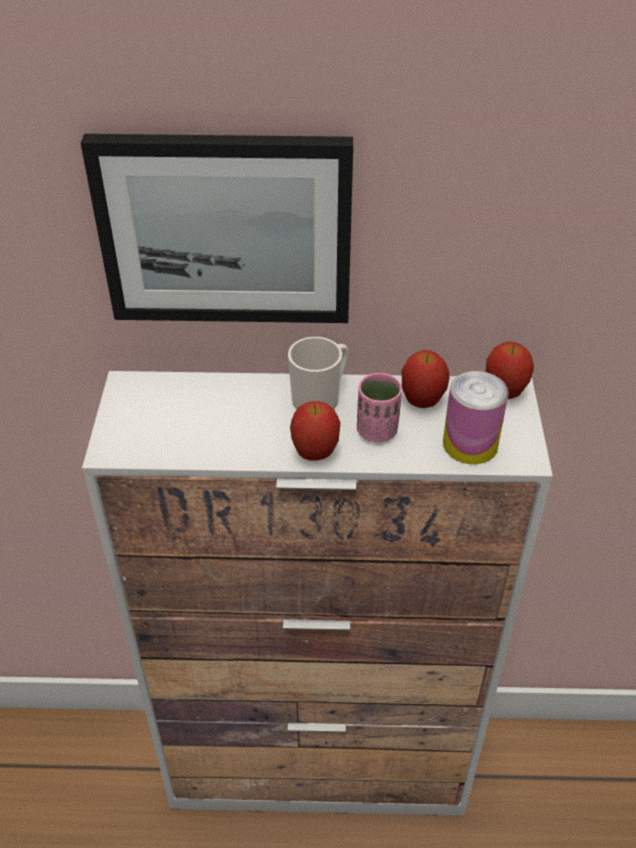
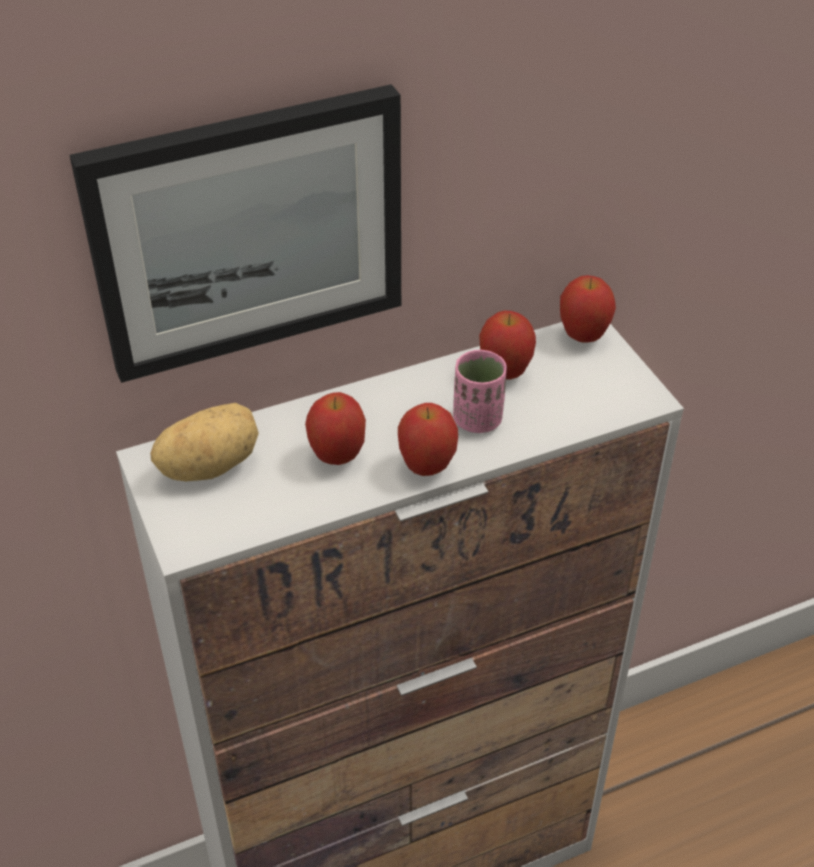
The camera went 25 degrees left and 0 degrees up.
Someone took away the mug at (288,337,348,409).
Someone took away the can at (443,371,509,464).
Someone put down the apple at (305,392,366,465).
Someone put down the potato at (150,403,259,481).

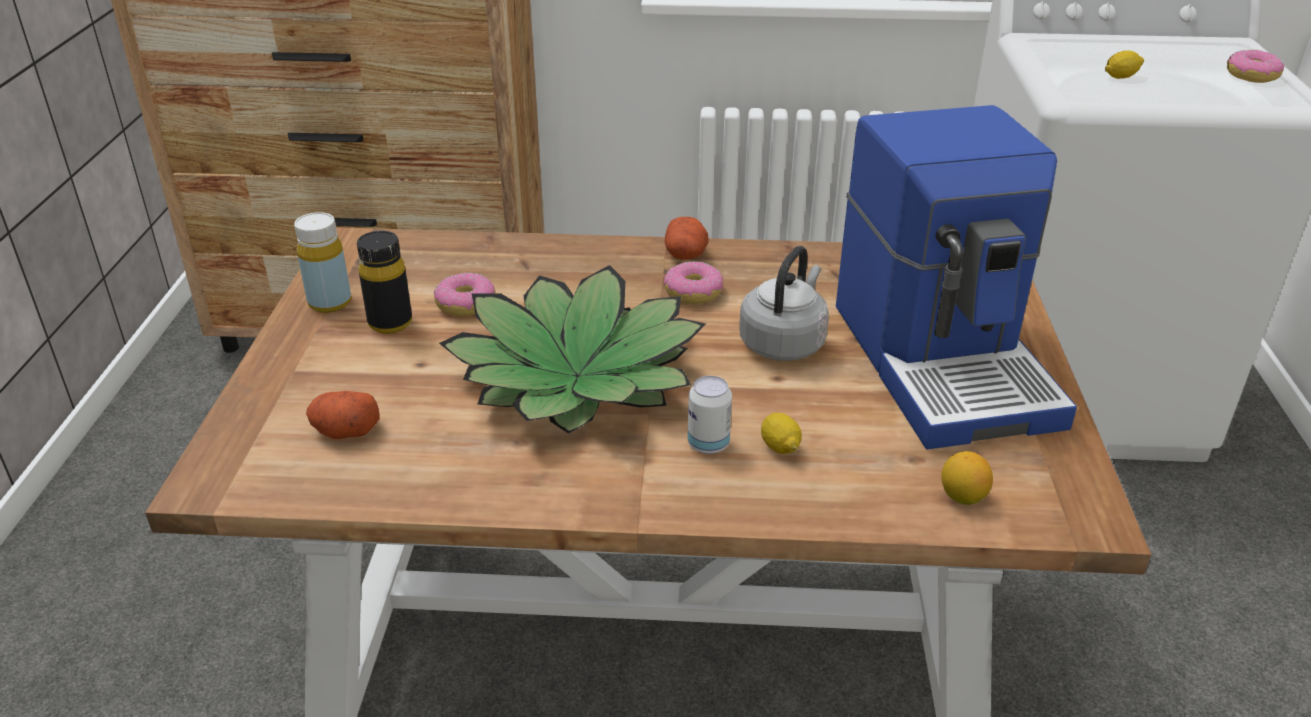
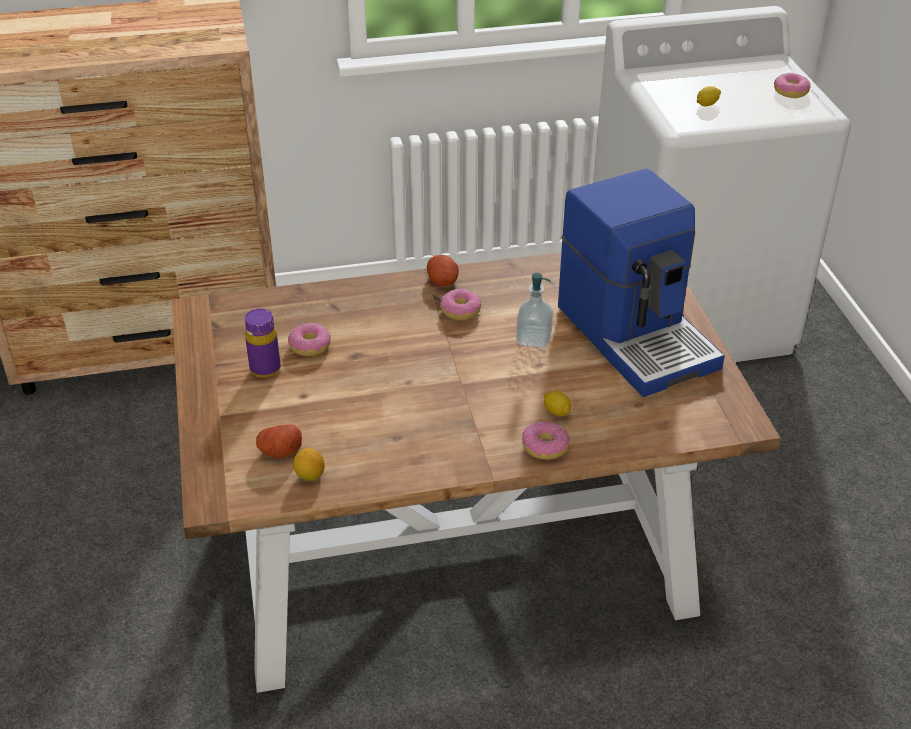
The camera went 15 degrees left and 5 degrees up.
Someone took away the yellow bottle at (294,212,351,313).
Someone repainted the black bottle at (357,231,412,334), which became the purple bottle at (245,309,281,378).
Someone swapped the grey kettle at (739,246,829,361) for the soap dispenser at (516,273,553,348).
Someone took away the potted plant at (439,265,706,434).
Someone took away the can at (688,376,732,454).
Someone carried the lemon from (941,451,993,505) to (293,448,325,481).
Someone put down the donut at (522,421,570,460).

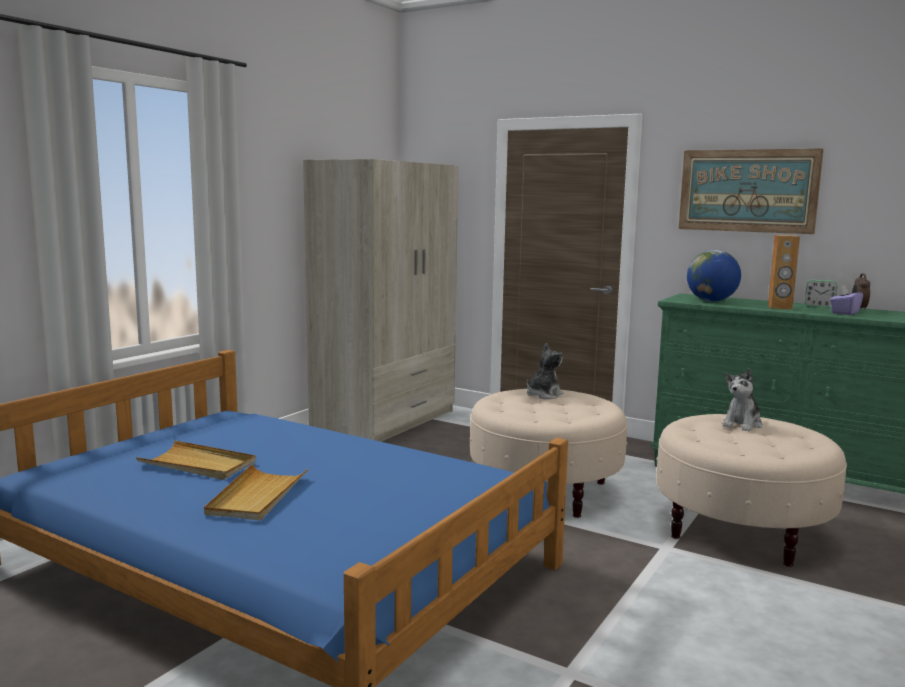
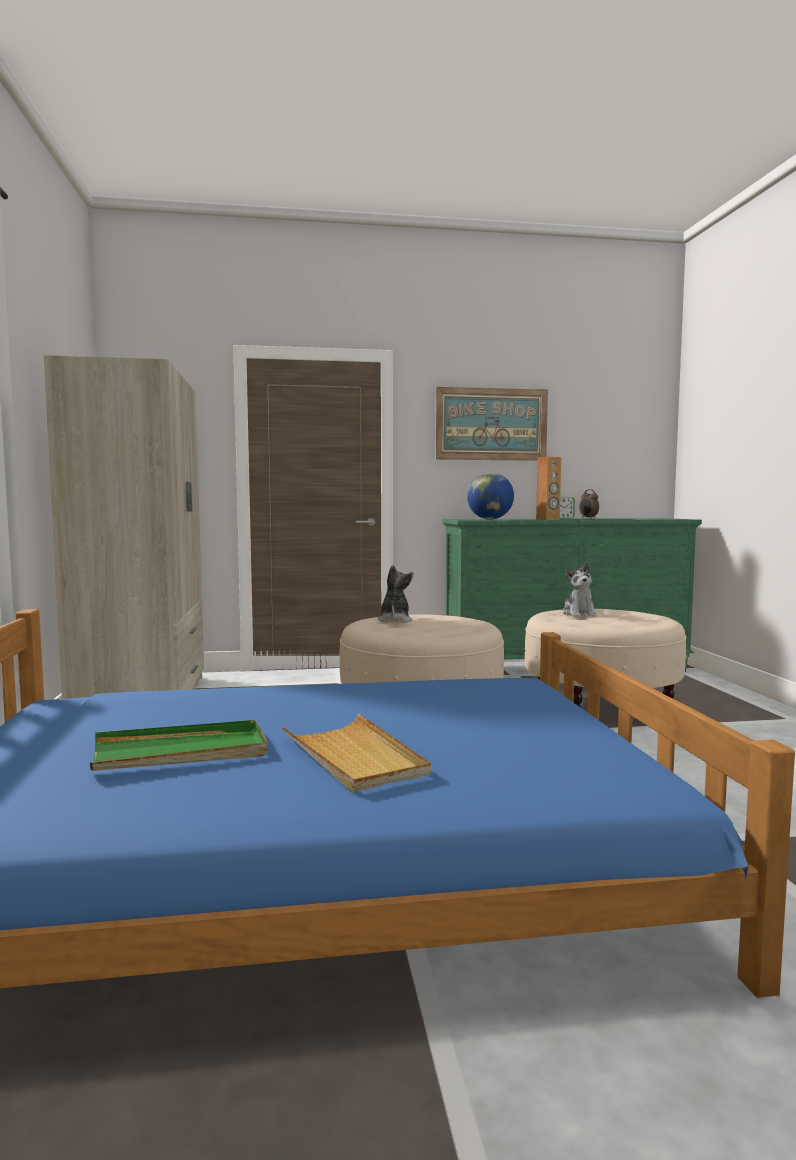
The camera went 40 degrees left and 5 degrees down.
Someone took away the purple tissue box at (830,285,863,315).
Someone repainted the beige tray at (136,440,256,480), which became the green tray at (90,720,268,771).

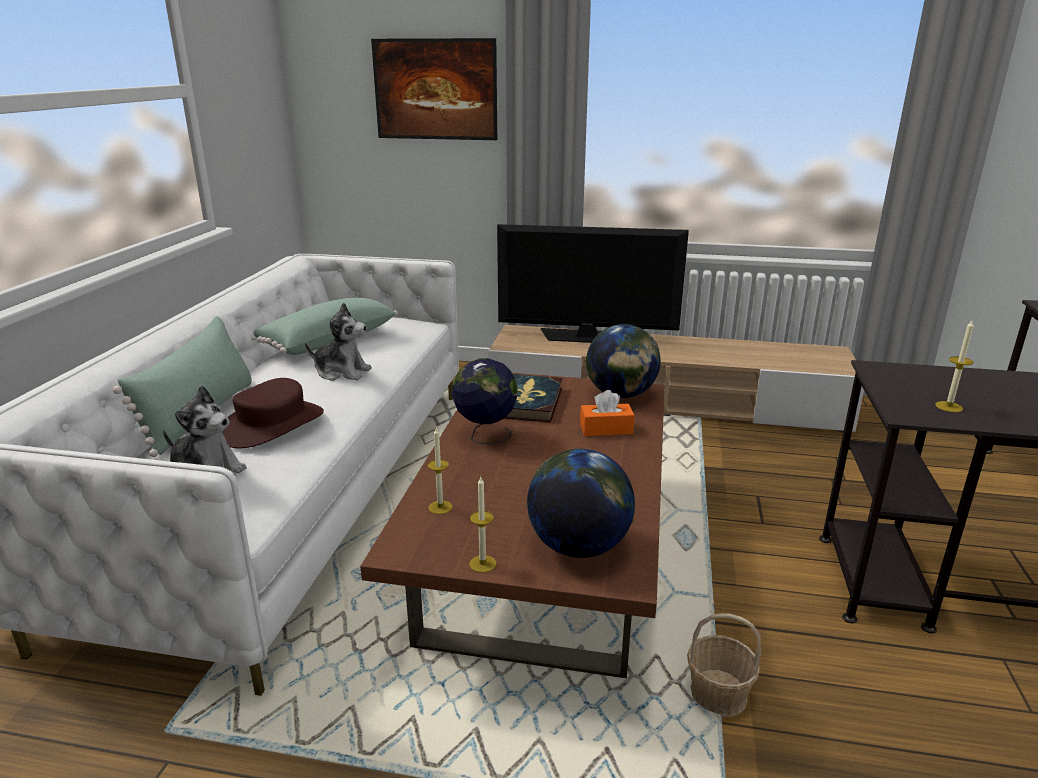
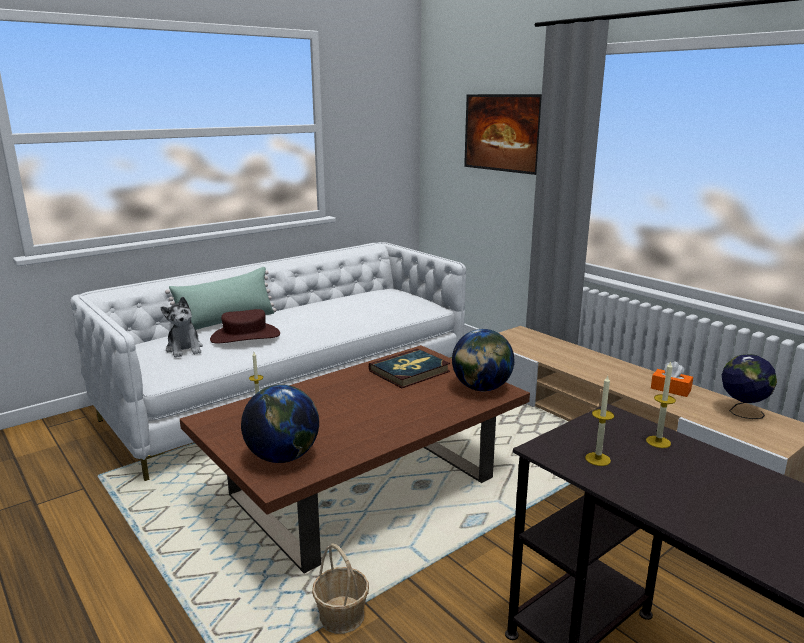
The camera went 40 degrees right and 5 degrees down.
Someone took away the television at (497,224,689,343).
Someone took away the green pillow at (251,297,398,355).
Someone took away the plush toy at (305,303,372,381).
Someone carried the globe from (452,358,518,444) to (722,354,777,419).
Someone carried the orange tissue box from (580,390,635,436) to (651,362,693,397).
Someone carried the candle from (469,477,496,573) to (646,361,676,448).

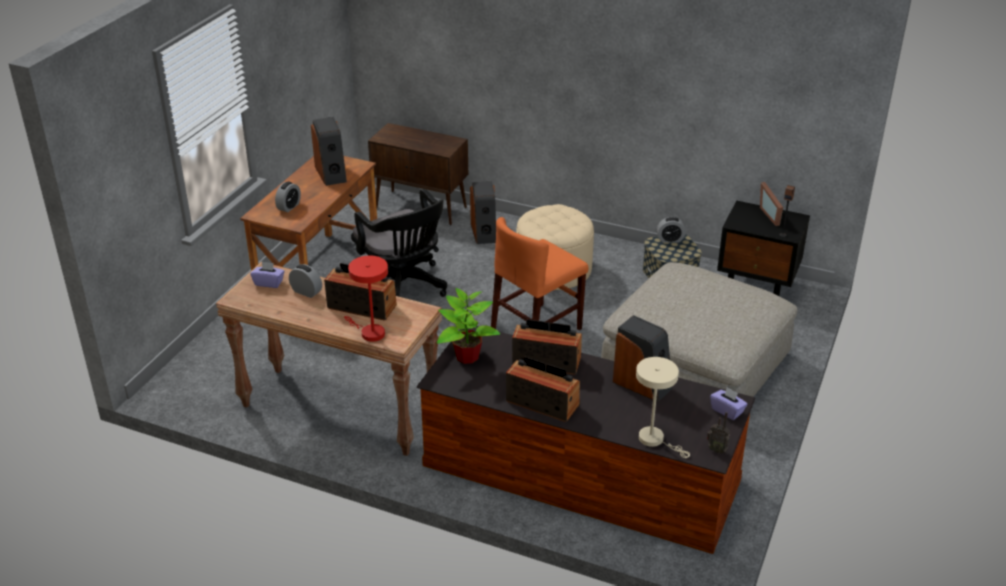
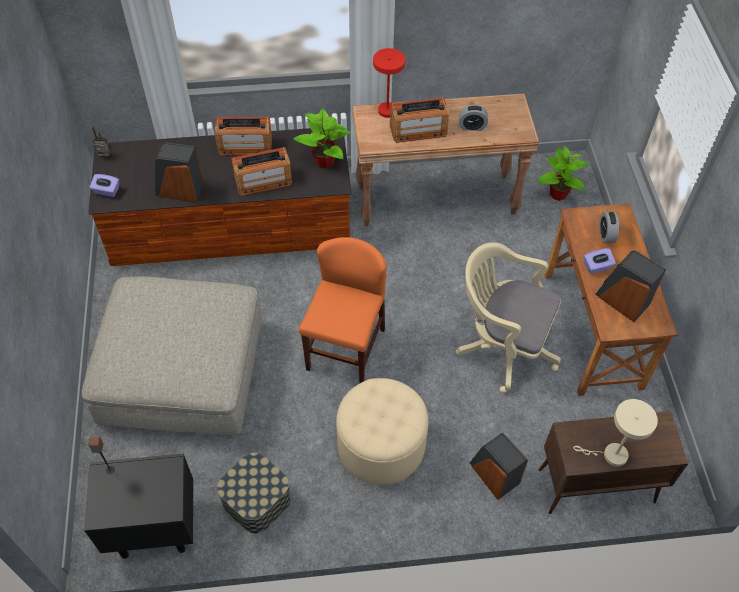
The camera went 150 degrees right and 20 degrees up.
Someone took away the picture frame at (760,182,783,226).
Someone repainted the black office chair at (351,189,447,297), which became the beige office chair at (456,242,561,393).
Someone took away the alarm clock at (657,217,685,242).
Someone carried the purple tissue box from (250,262,285,288) to (584,248,616,274).
Someone carried the beige table lamp from (636,357,690,458) to (573,399,658,466).
Someone put down the potted plant at (537,146,589,201).

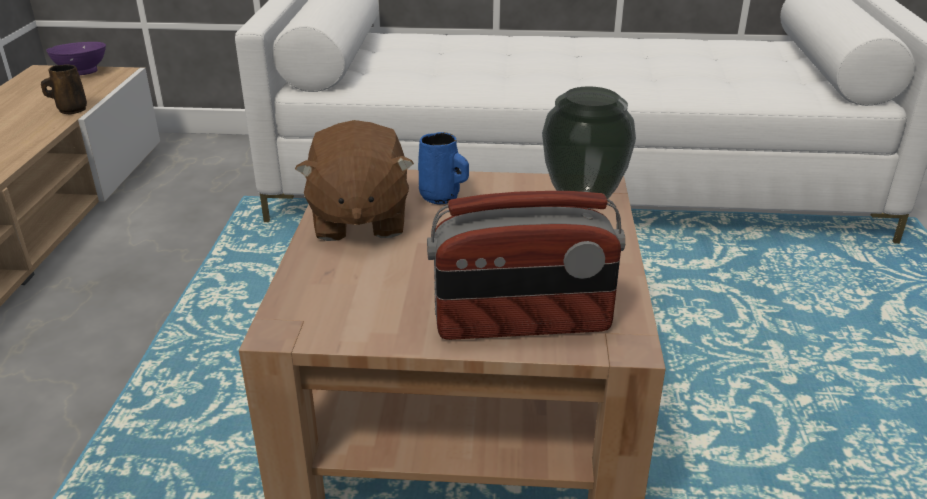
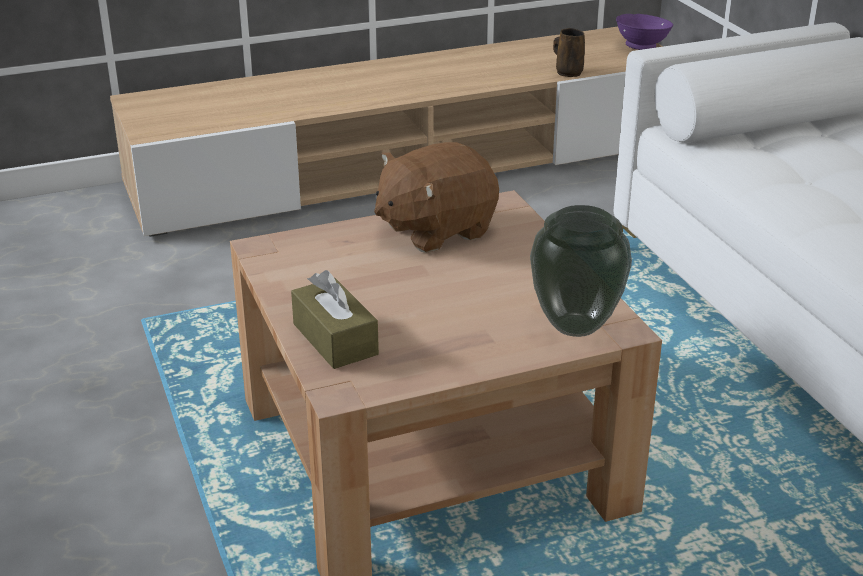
The camera went 65 degrees right and 0 degrees up.
Someone took away the blue mug at (418,132,469,204).
Someone swapped the radio at (427,191,625,340) for the brown tissue box at (291,270,379,369).

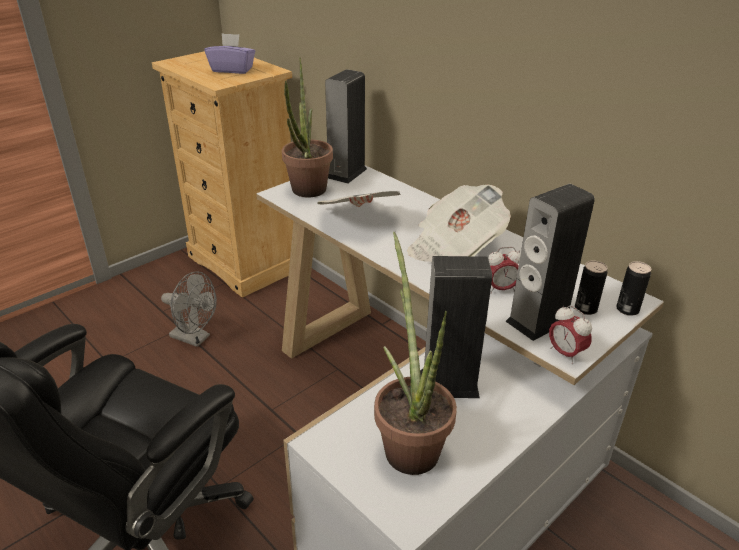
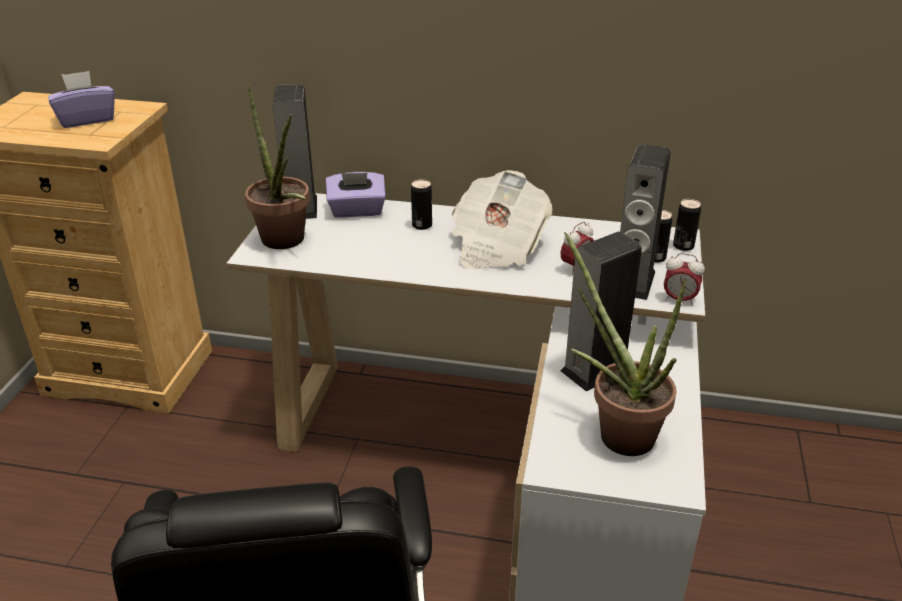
The camera went 35 degrees left and 0 degrees up.
Someone took away the newspaper at (317,191,400,207).
Someone took away the grey fan at (161,271,217,347).
Someone put down the purple tissue box at (326,172,386,218).
Someone put down the can at (411,179,432,230).

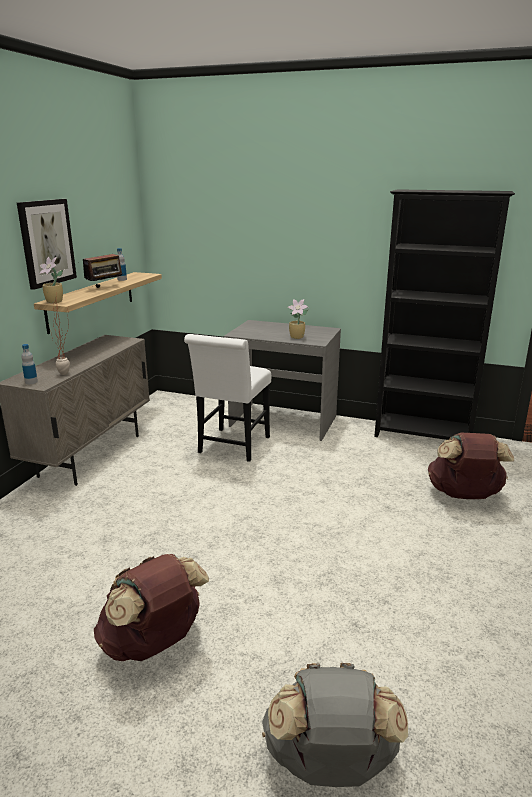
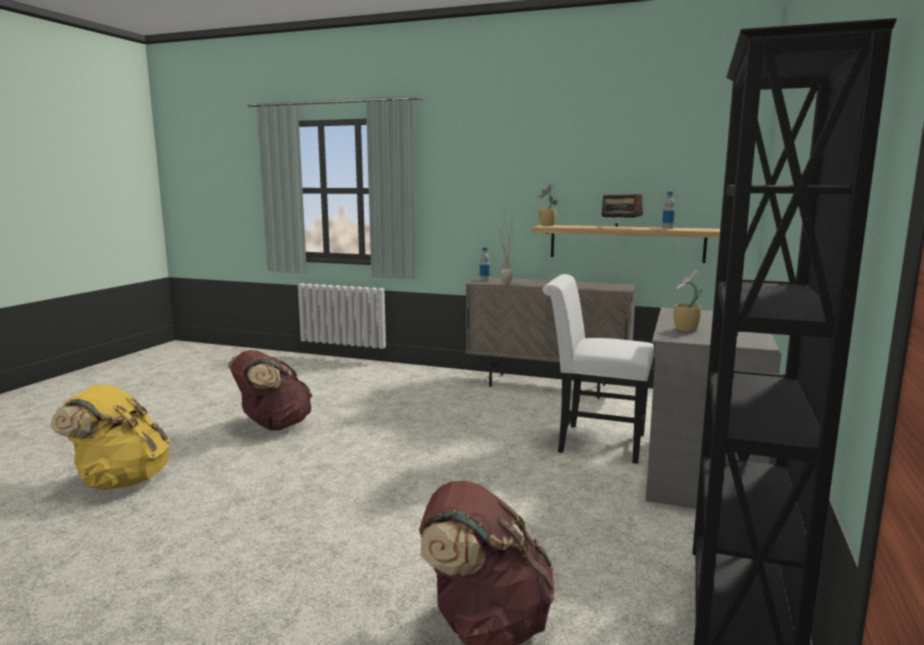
The camera went 90 degrees right and 10 degrees down.
Someone took away the picture at (17,199,77,290).
Someone repainted the grey backpack at (262,663,408,787), which became the yellow backpack at (50,385,170,490).

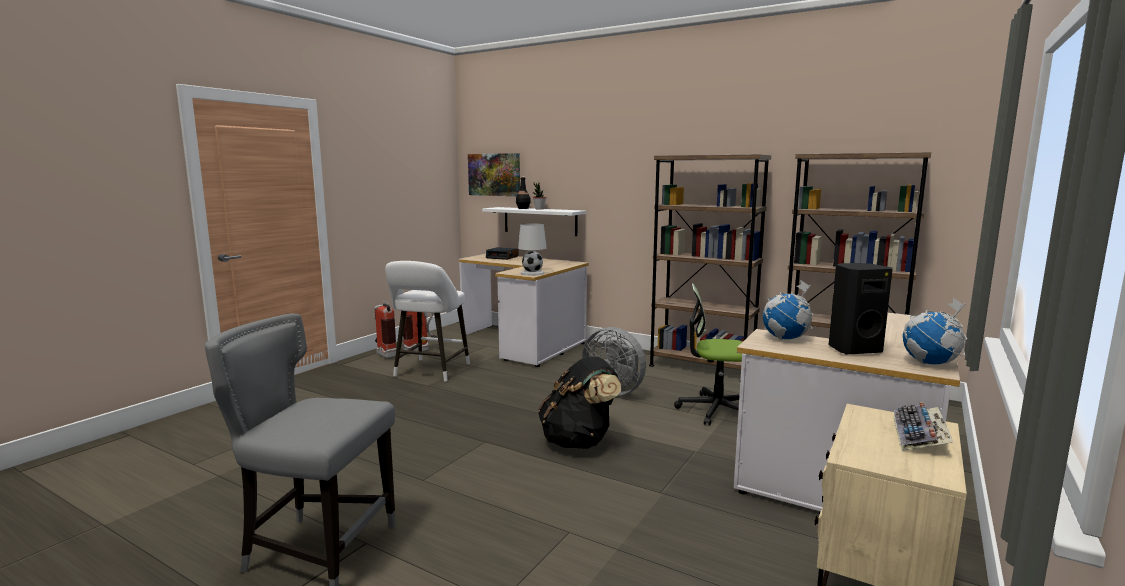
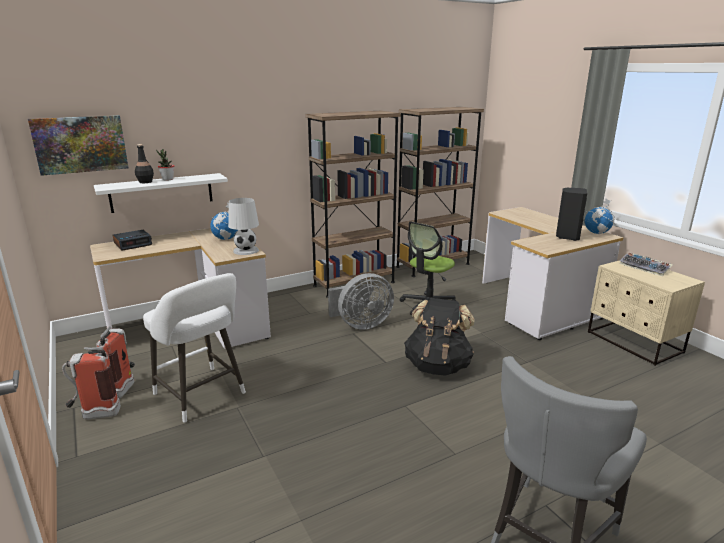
The camera went 60 degrees left and 10 degrees up.
Someone carried the globe from (763,280,814,340) to (210,203,238,240).

